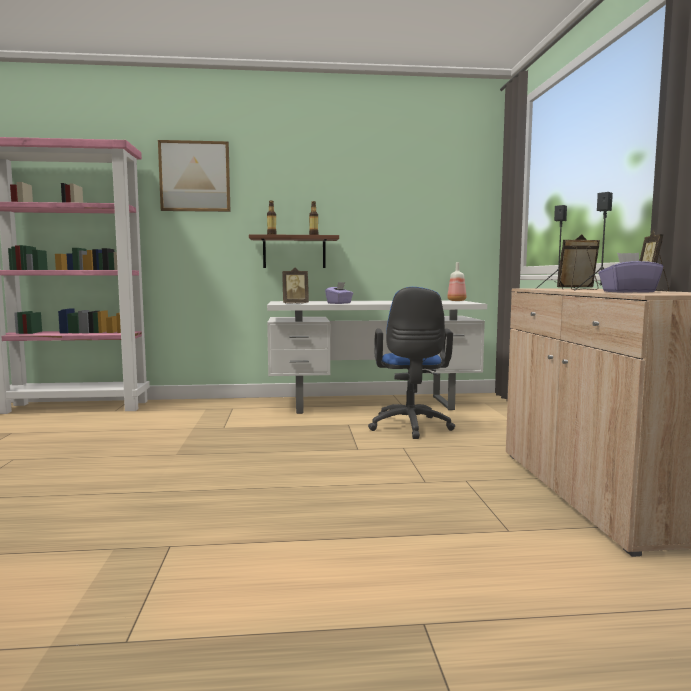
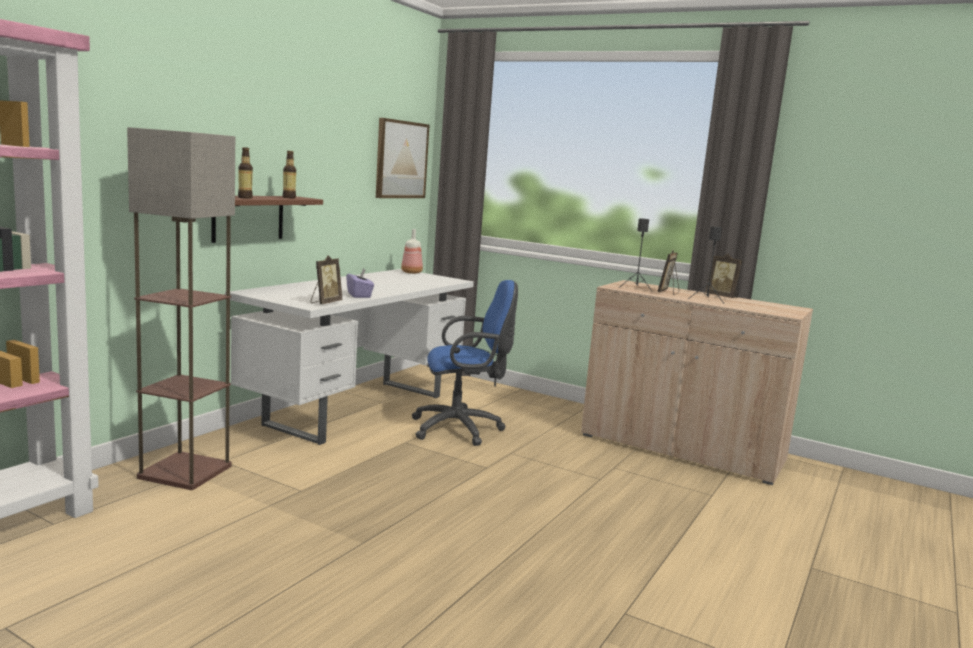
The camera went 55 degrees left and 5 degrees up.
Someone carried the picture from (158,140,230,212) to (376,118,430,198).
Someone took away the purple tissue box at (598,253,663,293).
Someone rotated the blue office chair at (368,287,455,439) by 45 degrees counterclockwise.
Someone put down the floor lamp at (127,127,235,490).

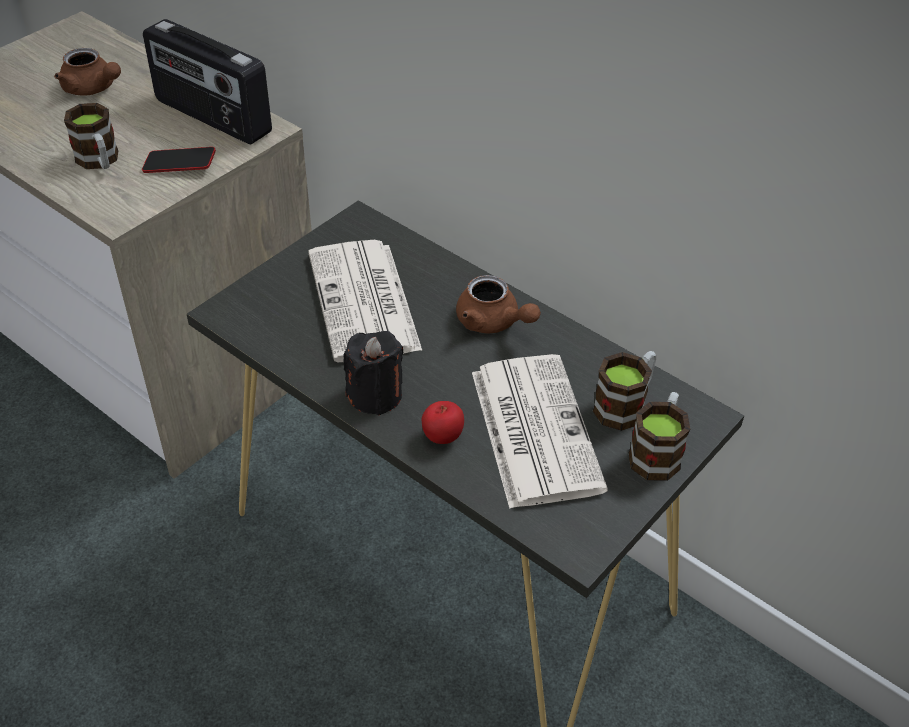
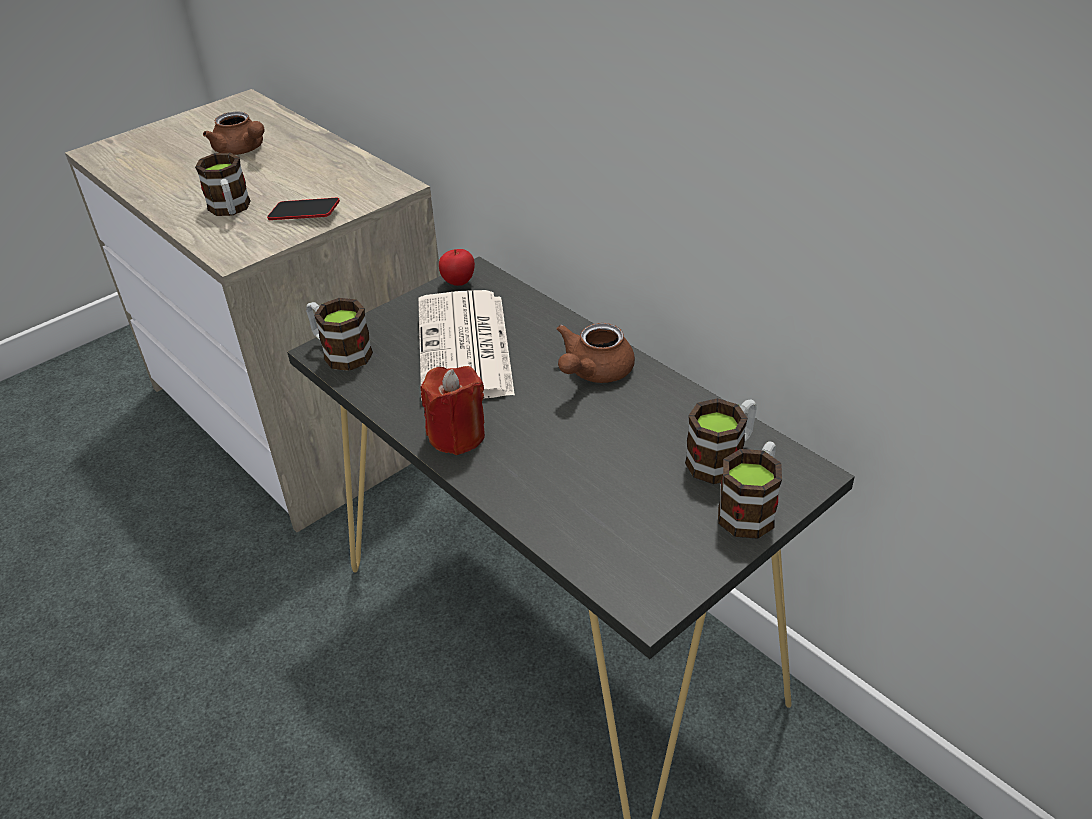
The camera went 10 degrees right and 5 degrees down.
Someone took away the radio at (143,19,272,144).
Someone rotated the brown teapot at (456,275,541,334) by 75 degrees clockwise.
Someone repainted the black candle at (344,331,403,415), which became the red candle at (421,366,485,455).
Someone took away the newspaper at (472,354,608,509).
Someone carried the apple from (422,401,464,444) to (439,249,475,286).
Someone put down the mug at (306,298,373,371).

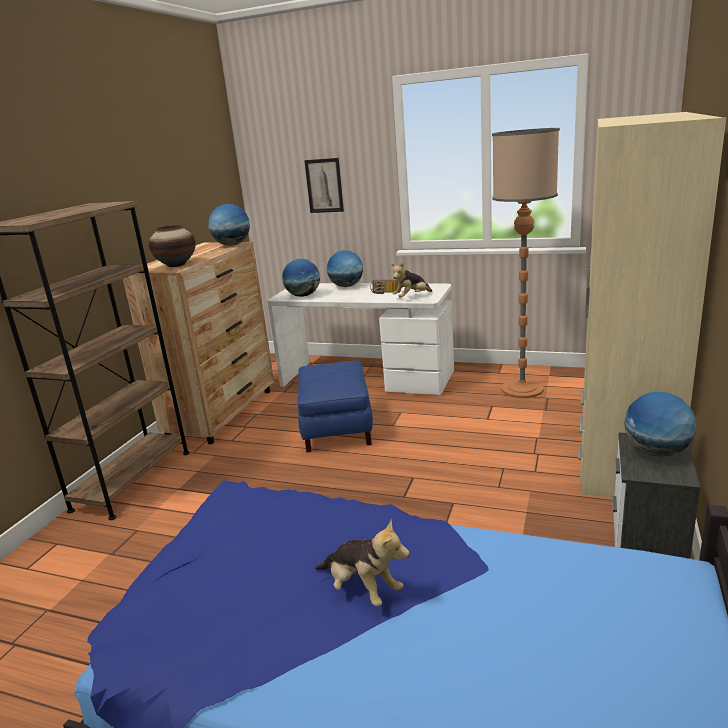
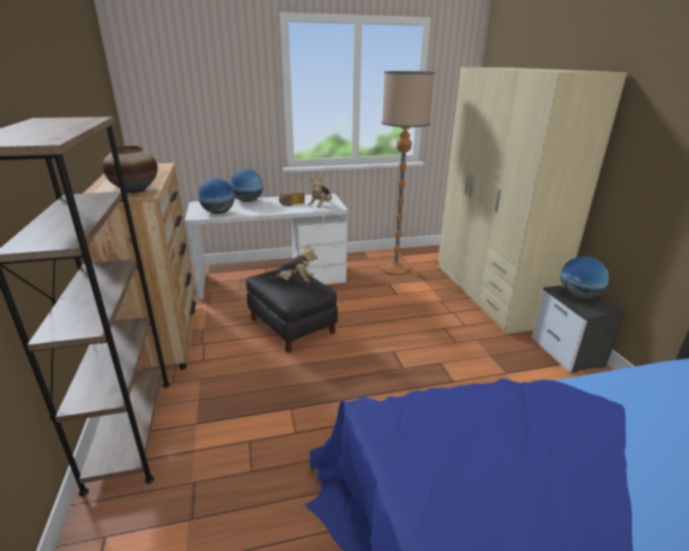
The camera went 35 degrees left and 5 degrees up.
Someone took away the picture at (304,158,344,213).
Someone took away the globe at (208,204,250,246).
Someone repainted the blue ottoman at (297,361,373,452), which became the black ottoman at (246,269,338,353).
Someone carried the plush toy from (315,519,410,606) to (268,245,318,282).

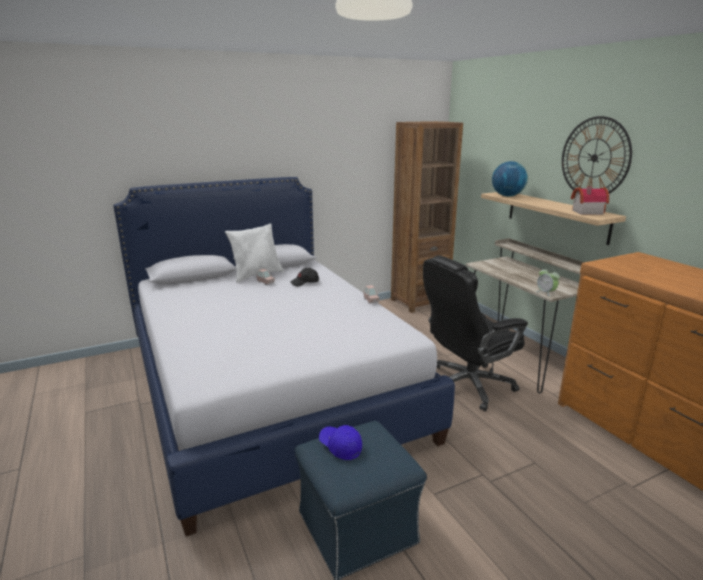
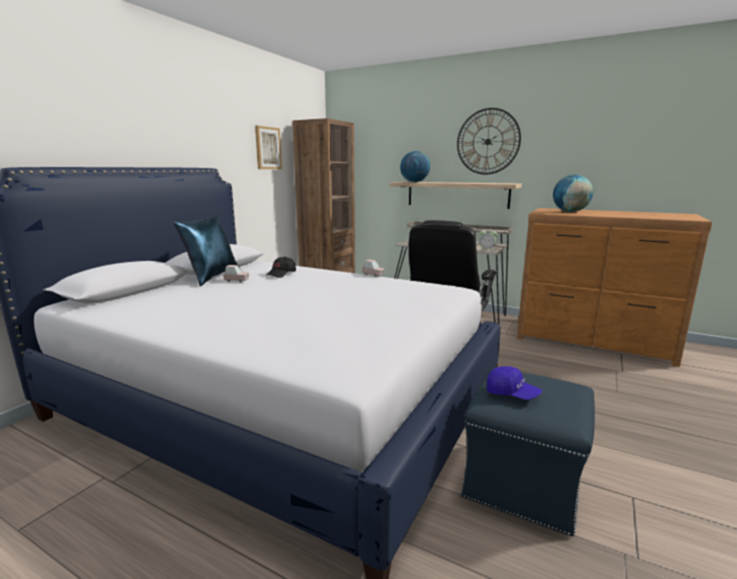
The camera went 35 degrees left and 5 degrees down.
Someone took away the toy house at (571,186,609,215).
Someone repainted the white pillow at (225,223,284,283), which became the blue pillow at (173,215,240,286).
Someone rotated the blue cap at (319,425,362,460) by 150 degrees counterclockwise.
Someone put up the picture at (255,126,282,169).
Someone put down the globe at (553,175,593,212).

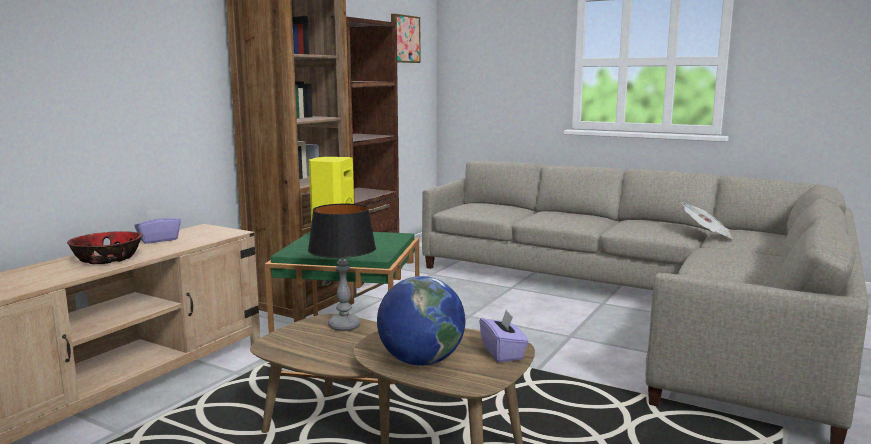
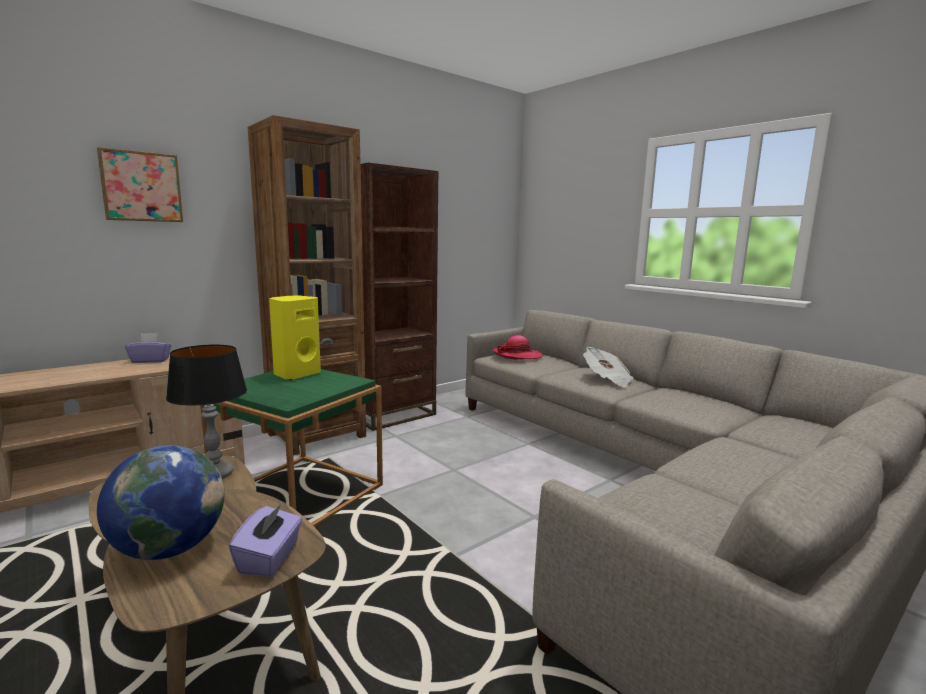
The camera went 20 degrees right and 0 degrees up.
Someone carried the picture from (391,14,421,63) to (97,147,183,222).
Someone carried the newspaper from (681,202,733,239) to (583,347,634,387).
Someone took away the bowl at (67,231,143,264).
Someone put down the hat at (492,335,543,360).

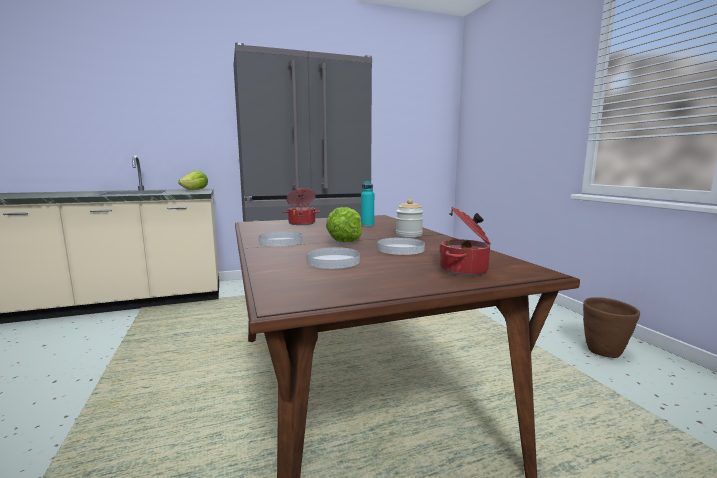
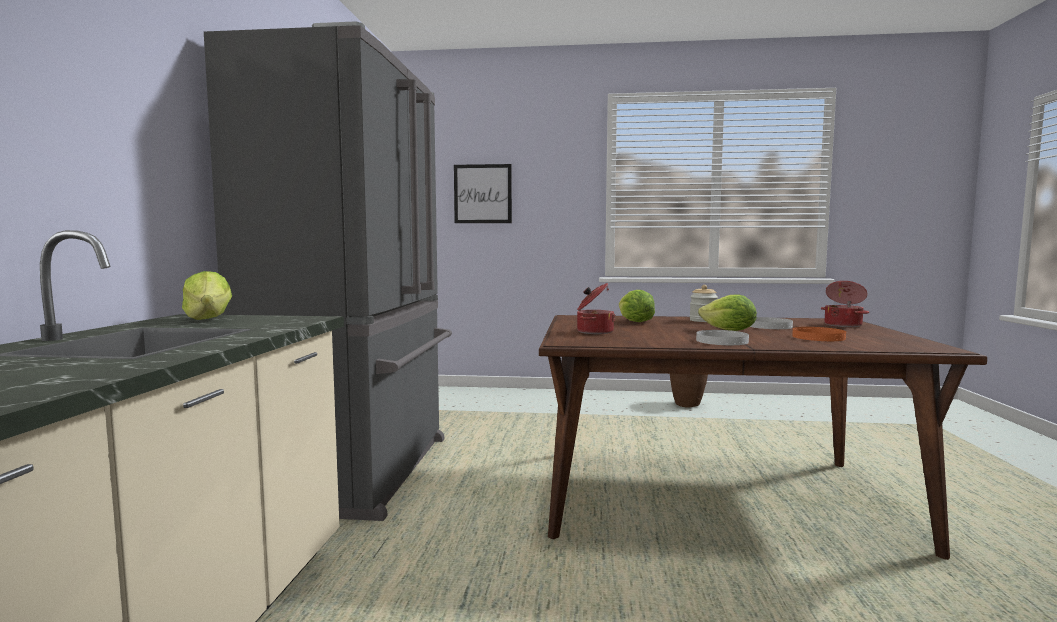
The camera went 65 degrees left and 5 degrees down.
Someone swapped the turquoise bottle at (361,181,374,227) for the lettuce at (619,290,655,322).
Someone repainted the white plate at (306,247,360,269), which became the orange plate at (792,327,846,341).
Someone put up the picture at (454,164,512,223).

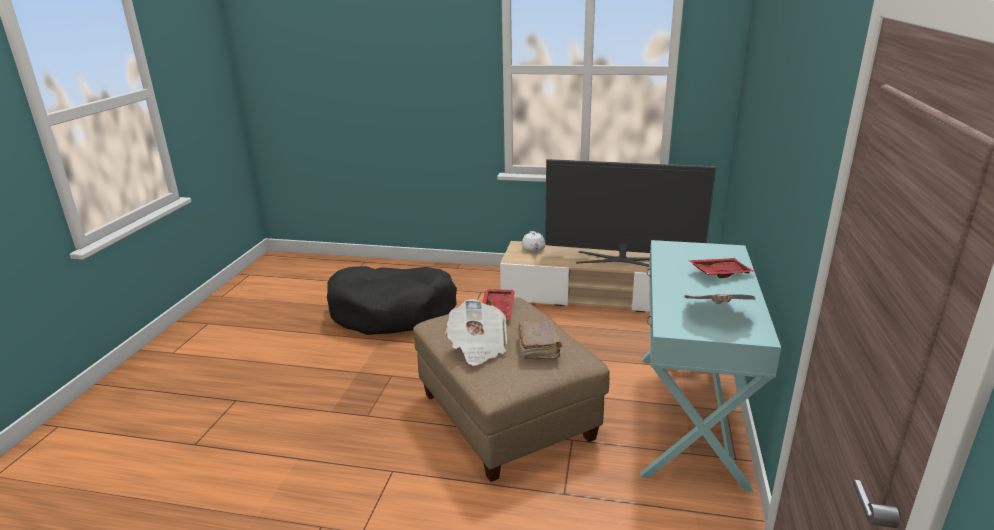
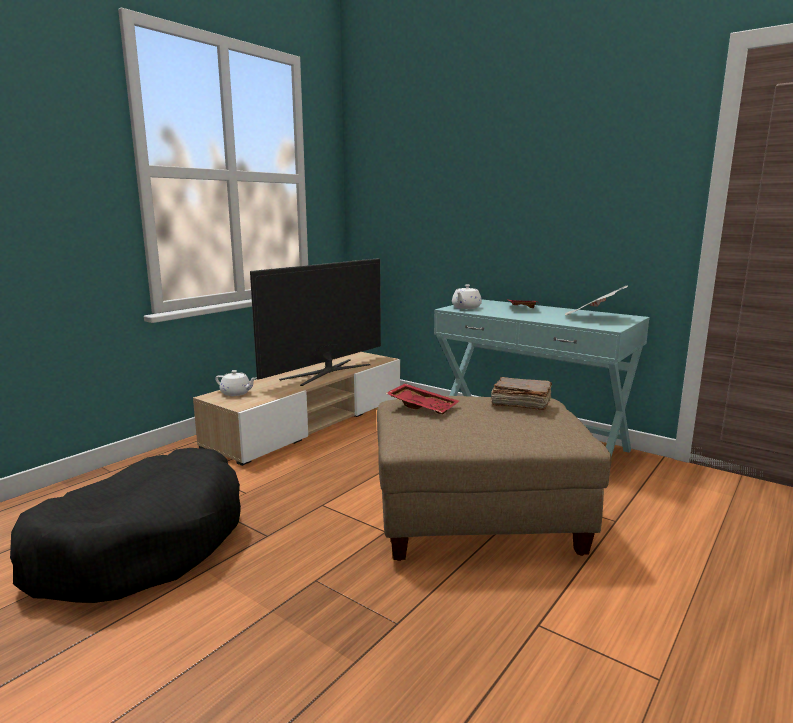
The camera went 65 degrees left and 10 degrees down.
Someone took away the newspaper at (445,299,507,366).
Someone put down the white teapot at (452,284,482,309).

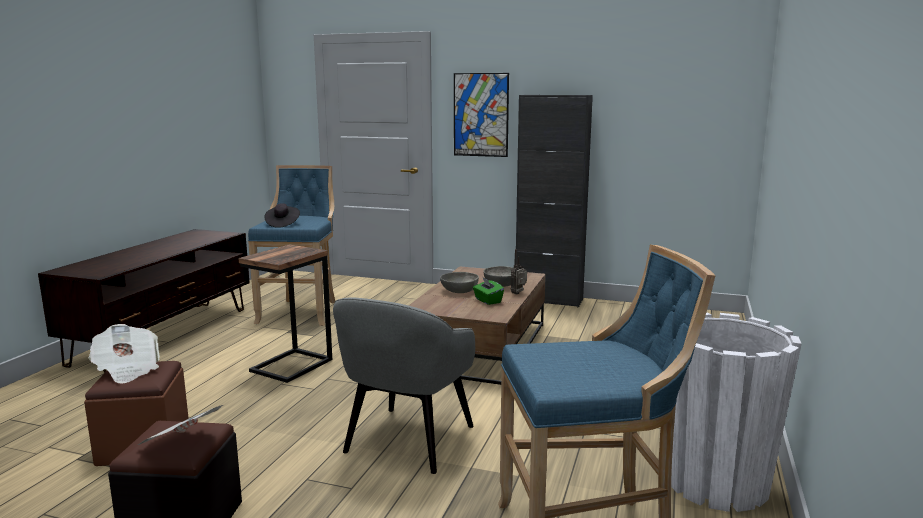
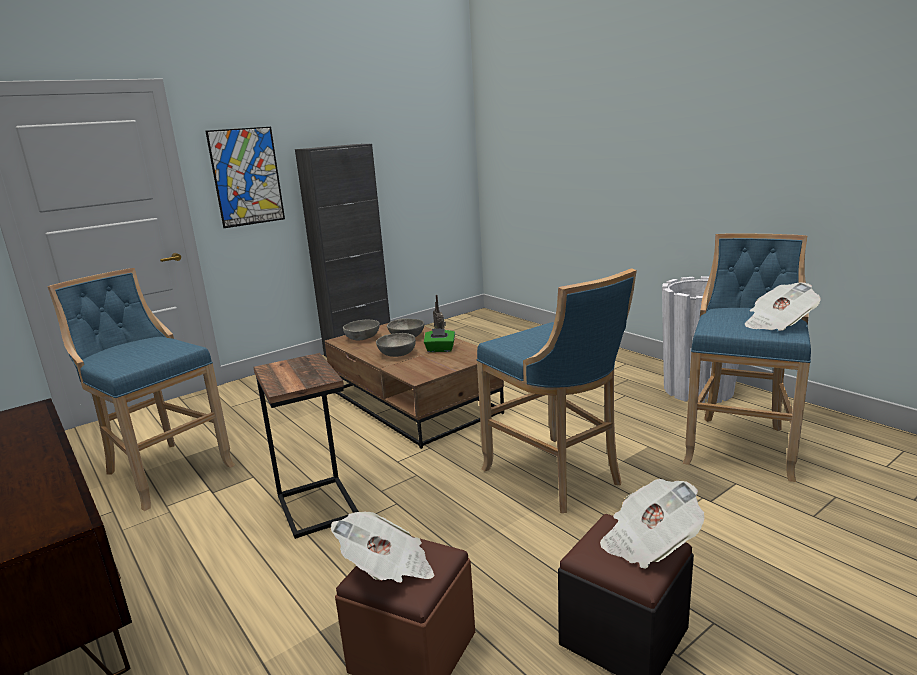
The camera went 55 degrees left and 5 degrees up.
Someone took away the black hat at (265,203,300,228).
Someone swapped the grey armchair at (333,298,475,474) for the blue stool at (477,268,637,513).
Someone put down the newspaper at (744,282,821,331).
Someone put down the grey bowl at (343,320,380,340).

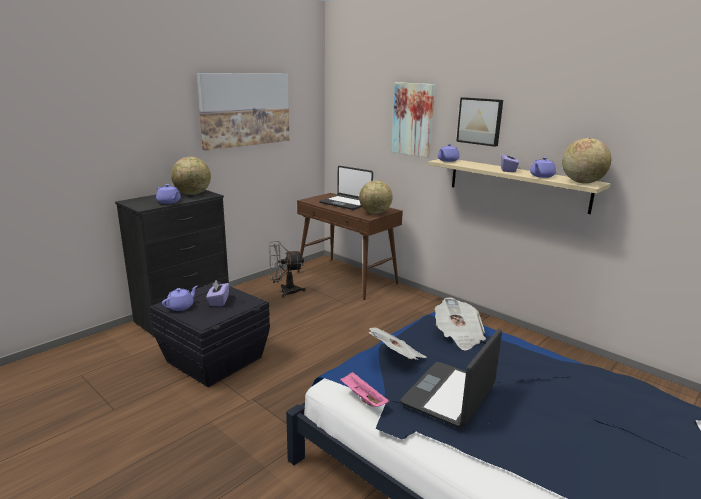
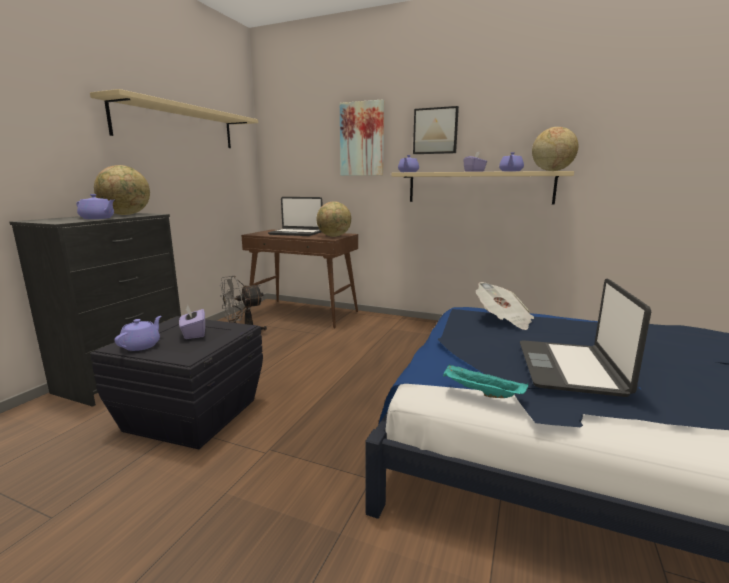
The camera went 20 degrees left and 5 degrees down.
Someone swapped the picture at (196,73,289,150) for the beige shelf at (90,89,258,148).
Someone took away the newspaper at (368,328,427,360).
Someone repainted the pink tray at (340,371,389,407), which became the turquoise tray at (443,364,529,398).

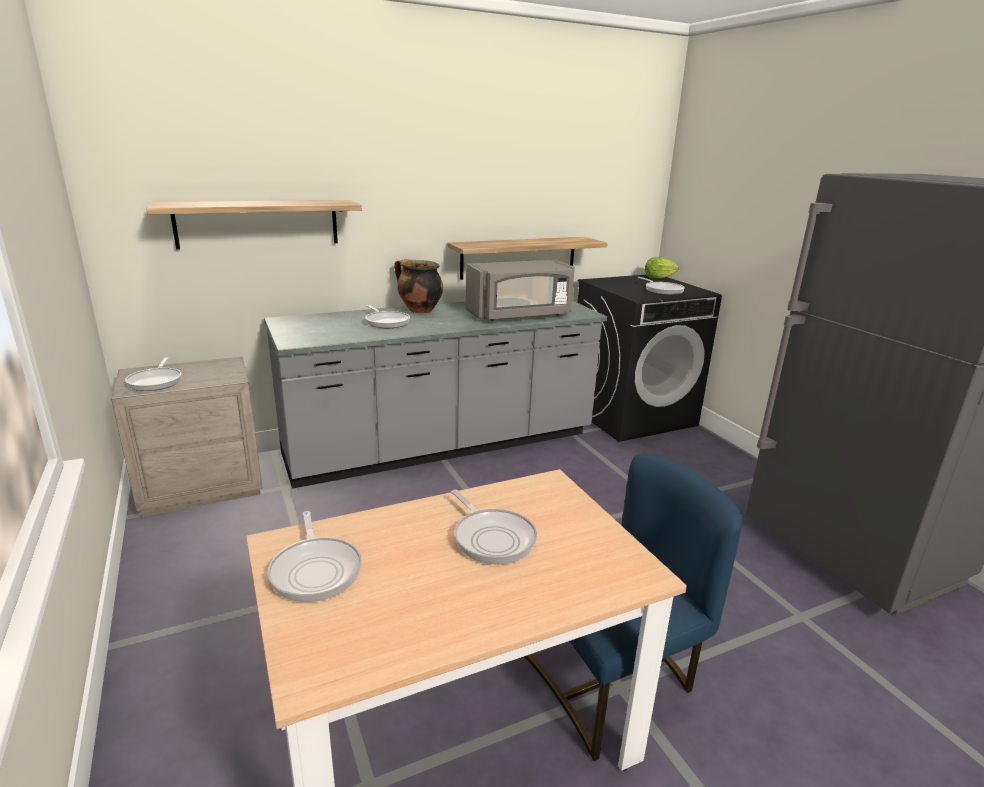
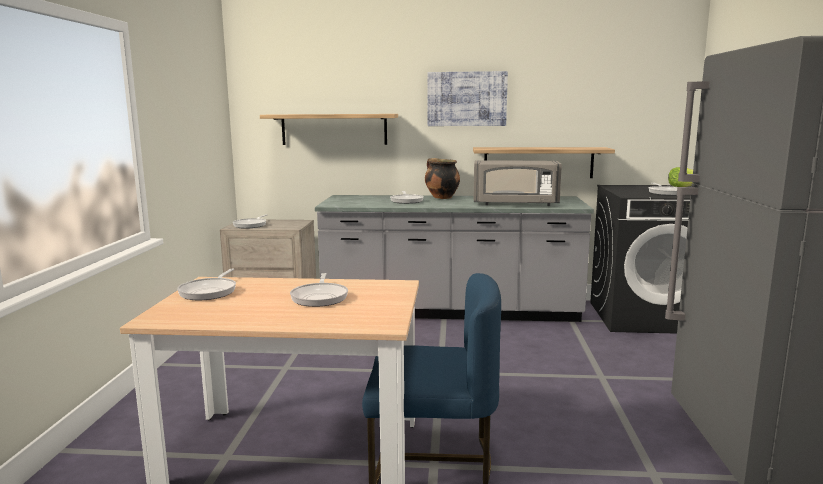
The camera went 30 degrees right and 10 degrees down.
Someone put up the picture at (427,71,508,126).

